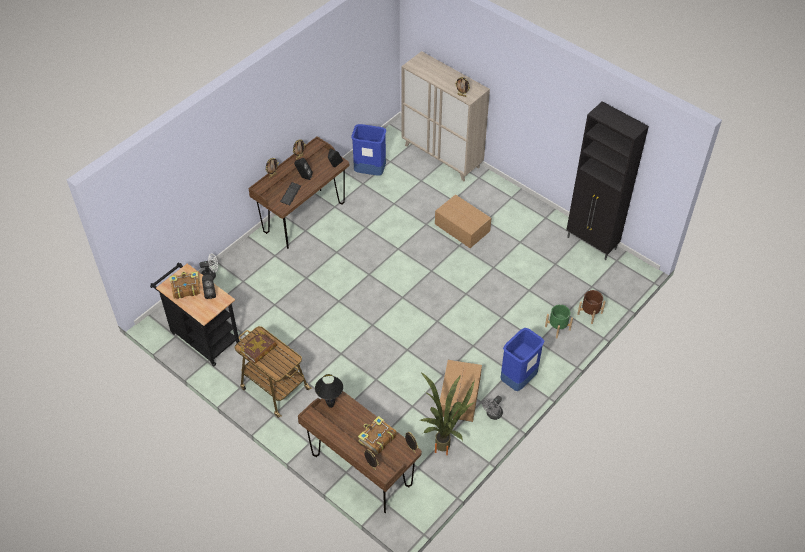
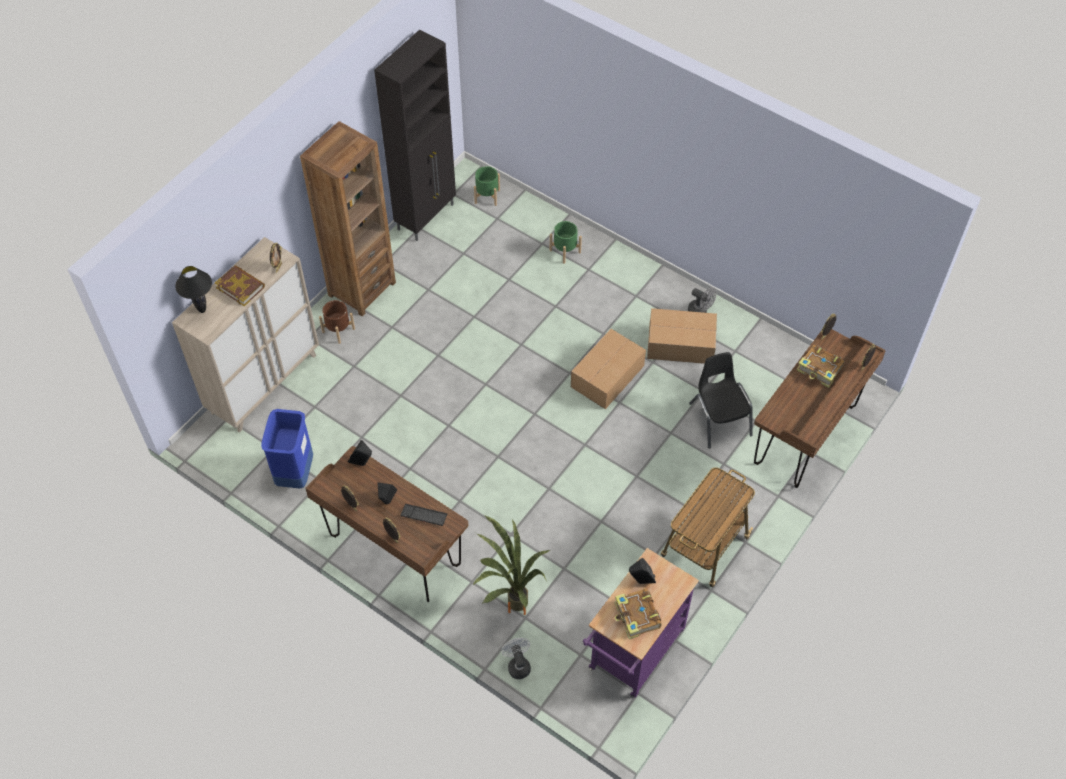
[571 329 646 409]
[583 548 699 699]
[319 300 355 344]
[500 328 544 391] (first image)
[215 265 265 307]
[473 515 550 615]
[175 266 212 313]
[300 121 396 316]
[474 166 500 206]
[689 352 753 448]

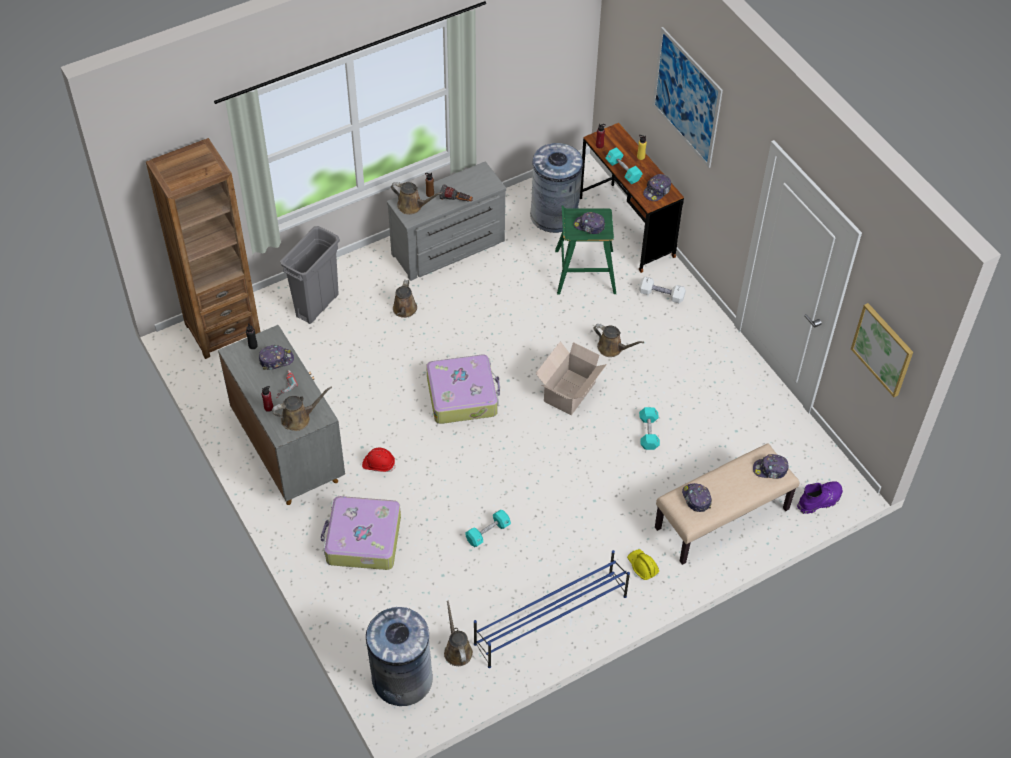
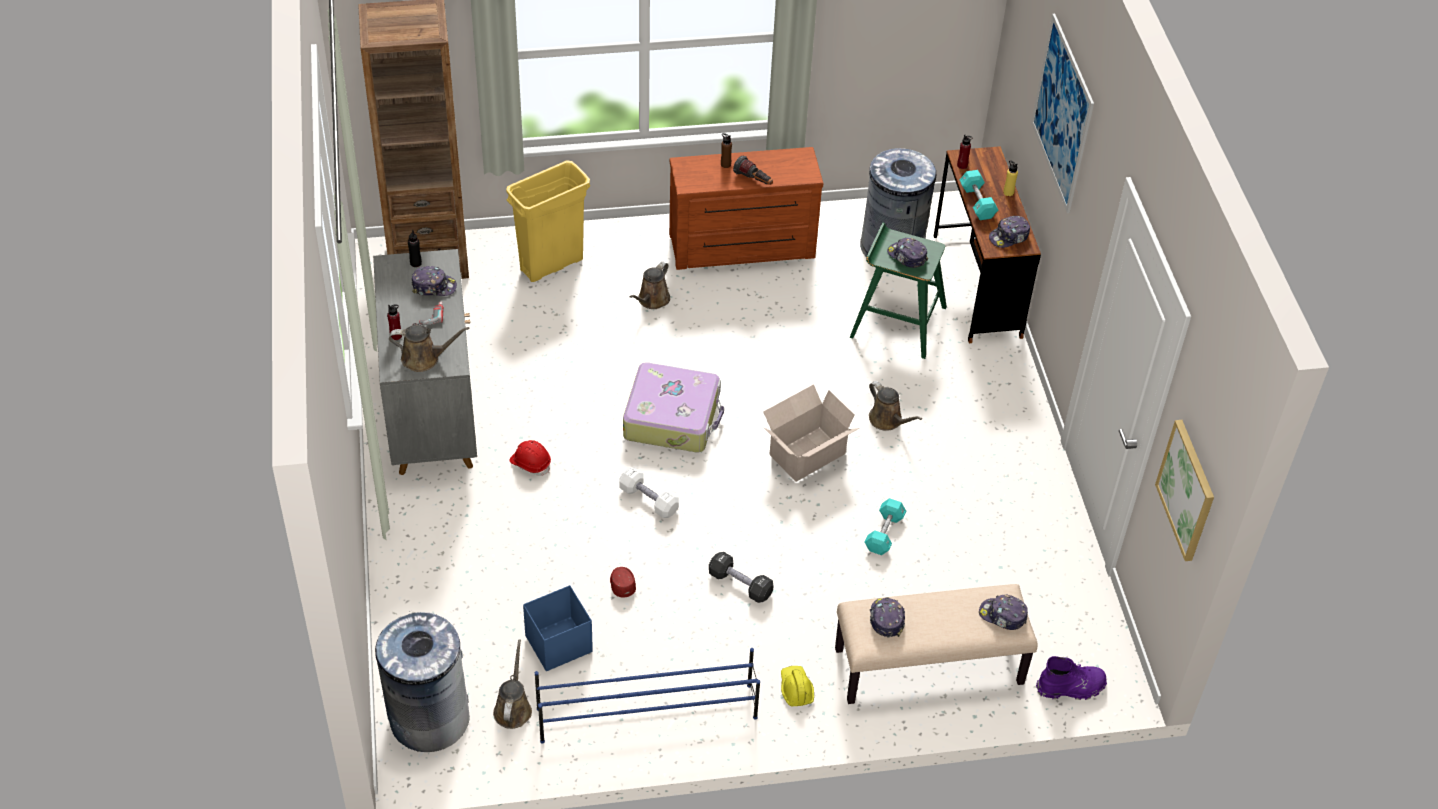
[669 147 823 270]
[391 182 442 215] (first image)
[506 160 590 282]
[620 467 679 518]
[320 496 401 570] (first image)
[610 567 636 598]
[709 552 773 603]
[523 585 593 671]

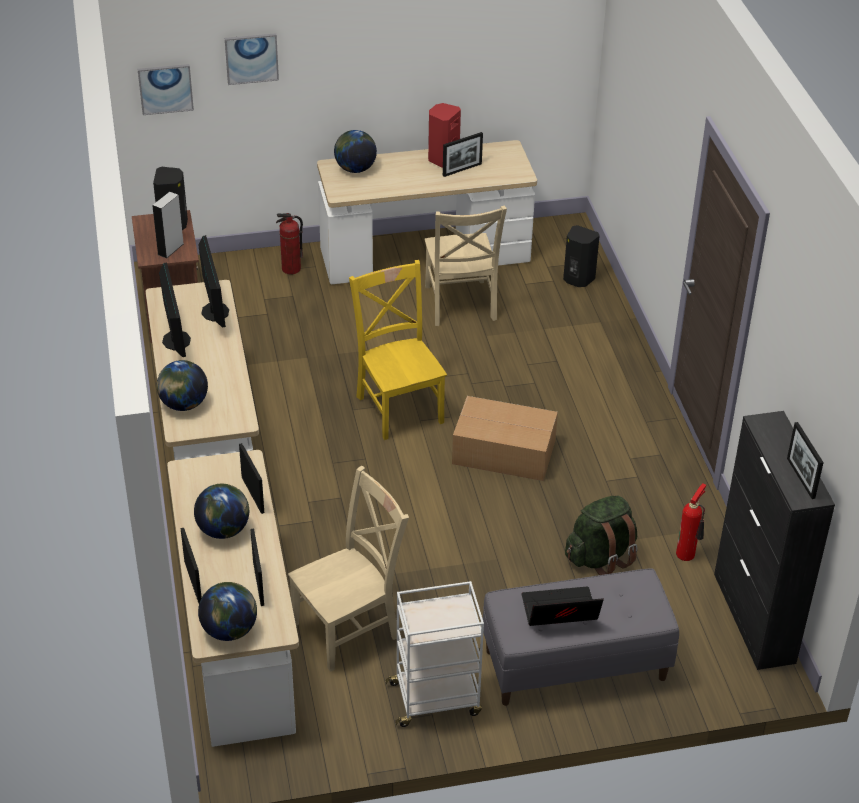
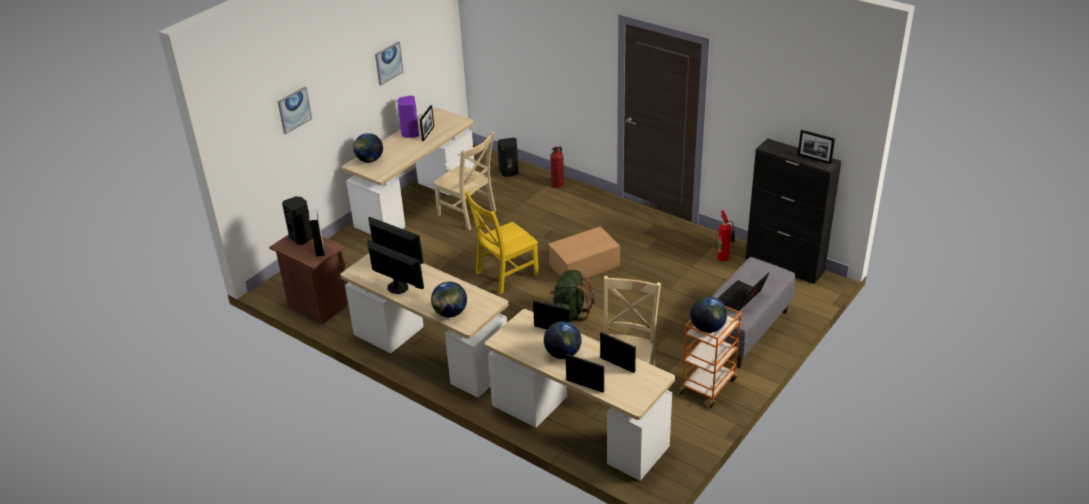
[375 42 403 85]
[397 95 419 138]
[550 146 564 188]
[464 191 539 295]
[550 270 595 321]
[677 306 742 408]
[690 296 727 333]

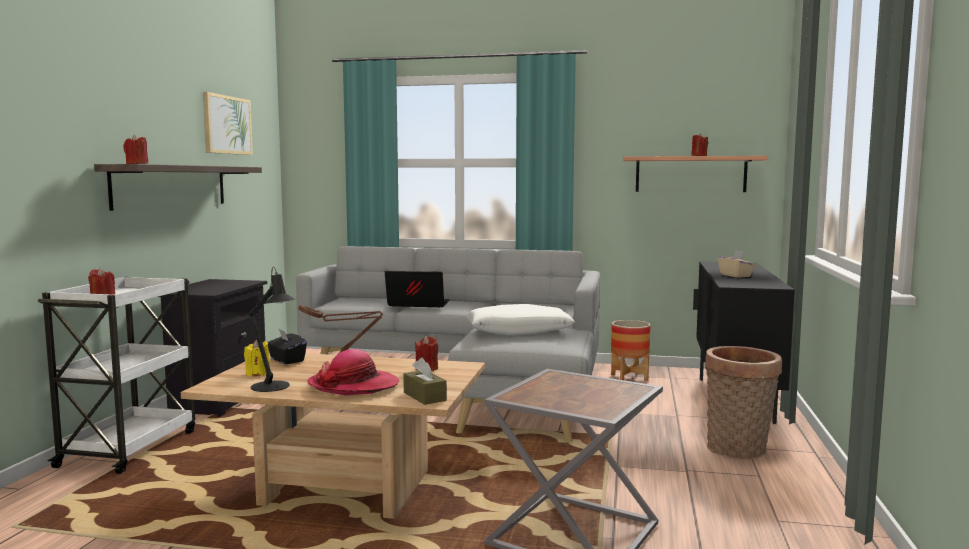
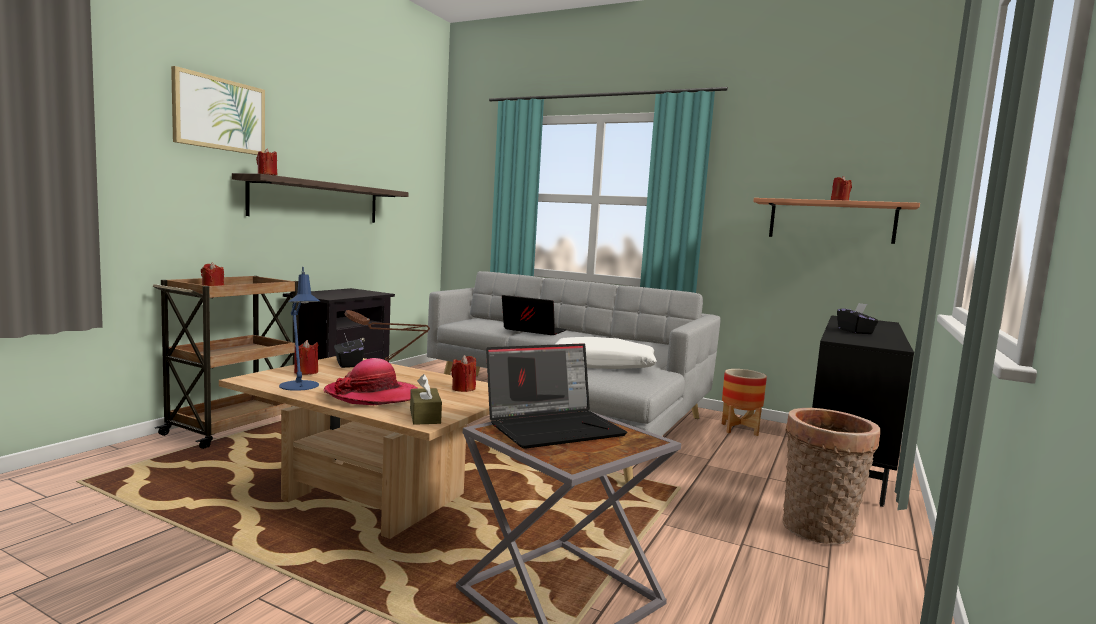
[171 66 265 155]
[837 303 879 334]
[279 267 320 391]
[153 276 299 449]
[294 340 318 375]
[486 343 627 449]

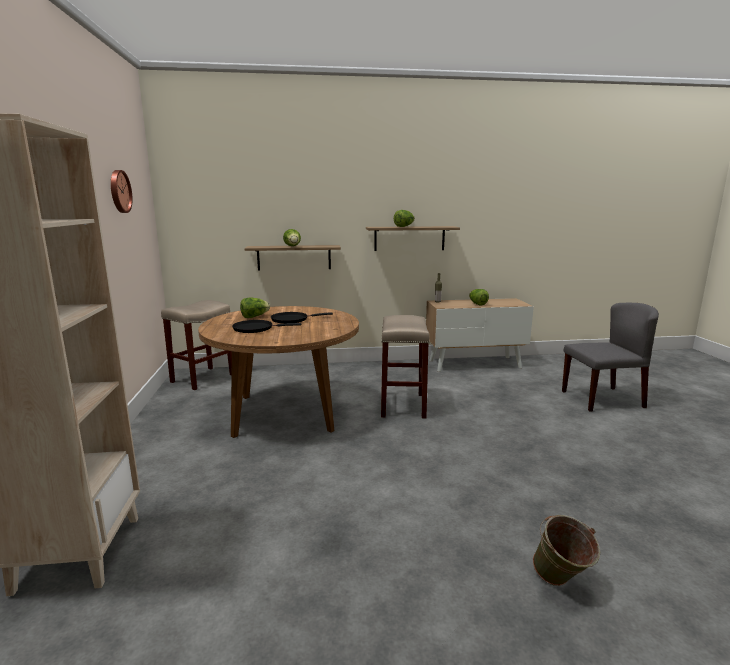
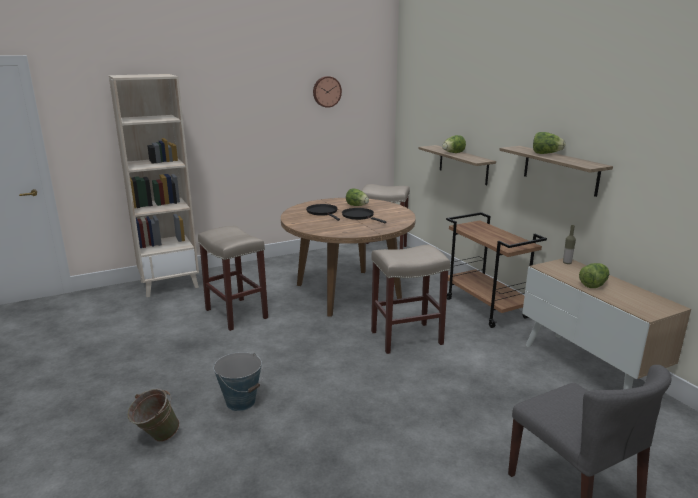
[446 212 547 328]
[198 226 268 331]
[213 352 263 411]

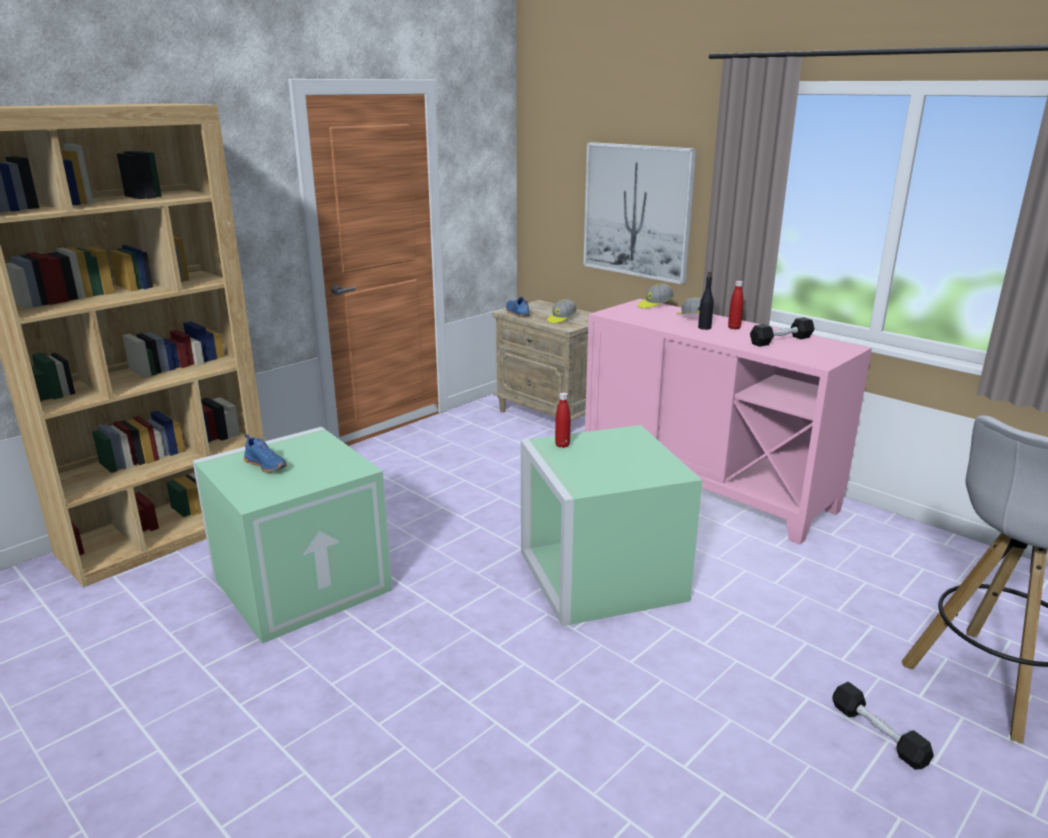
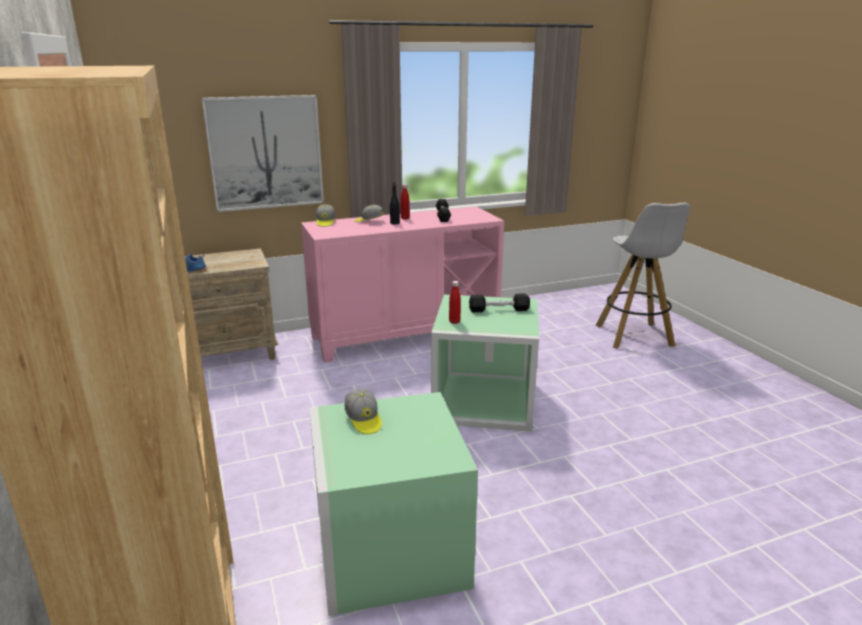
[345 389 382 434]
[244 434 287 473] (first image)
[469 293 530 312]

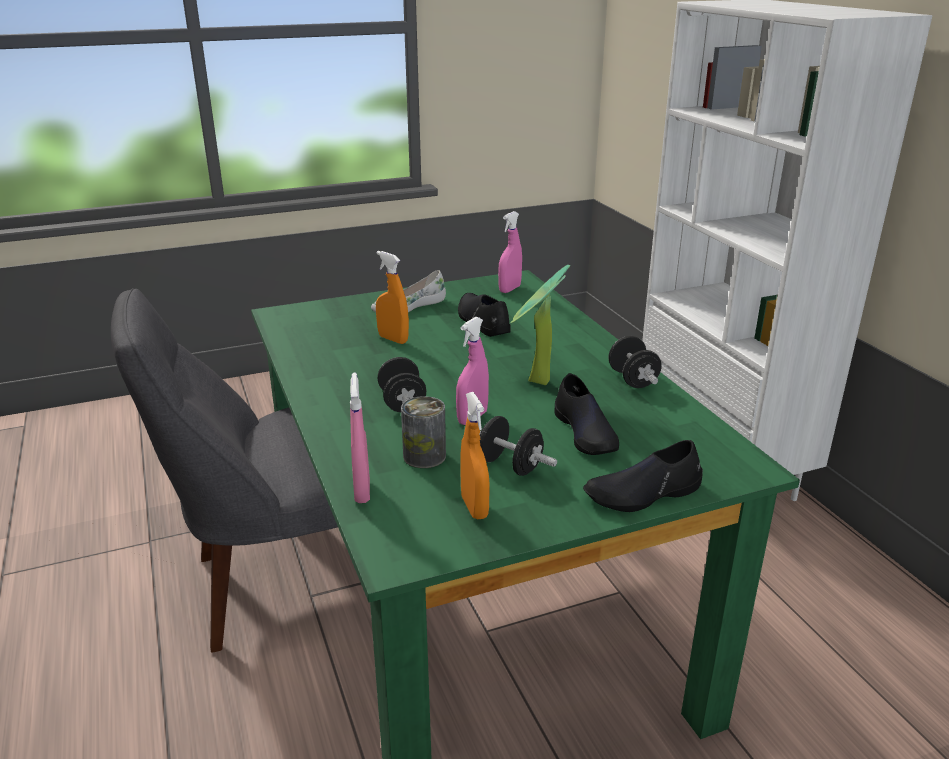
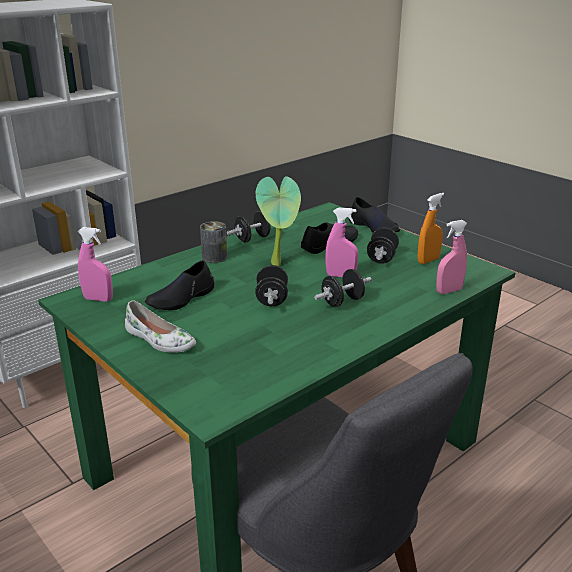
[376 251 409 344] (first image)
[200 221 227 263]
[255 265 288 306]

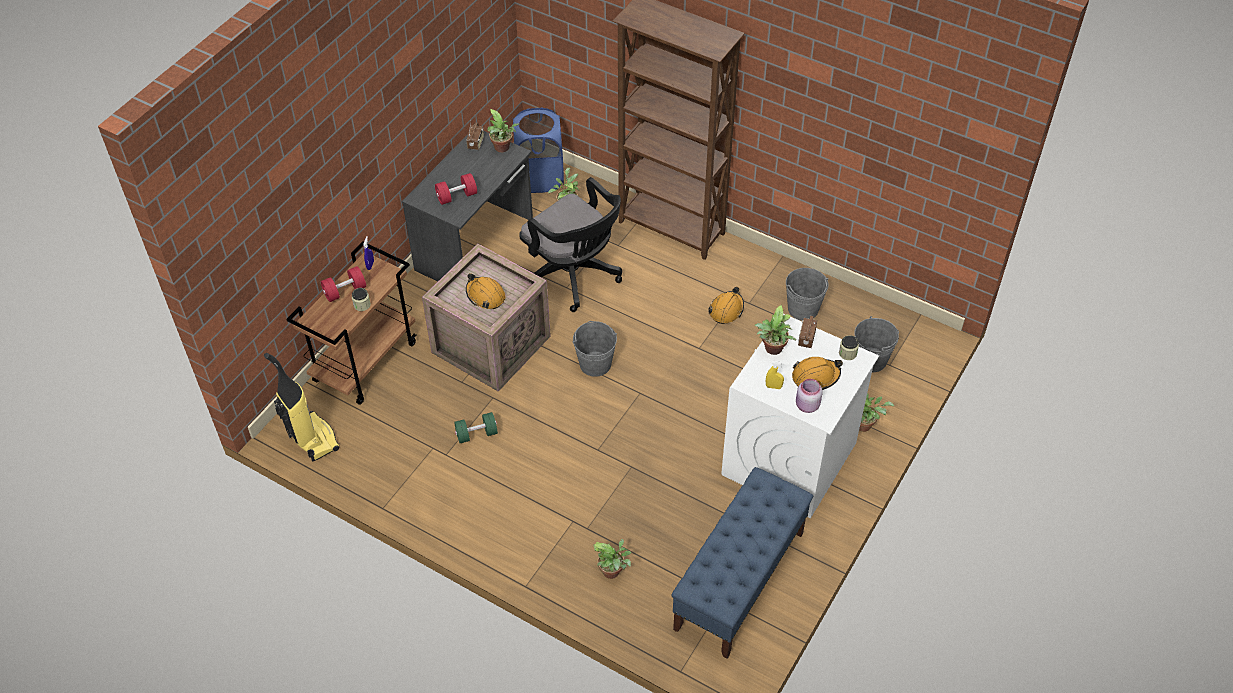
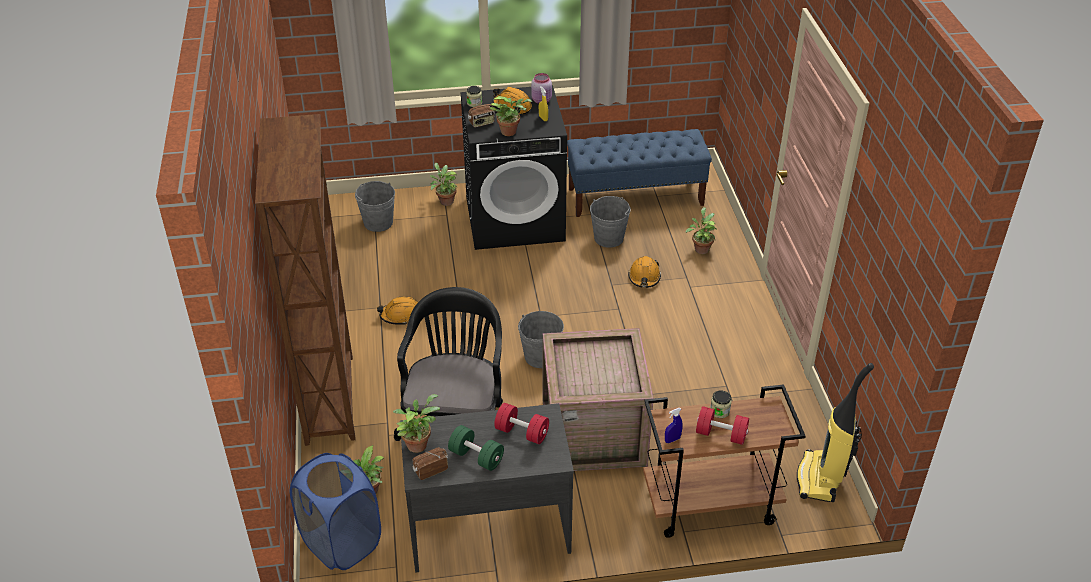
[590 196 631 248]
[628 256 661 288]
[460 85 567 250]
[448 425 504 471]

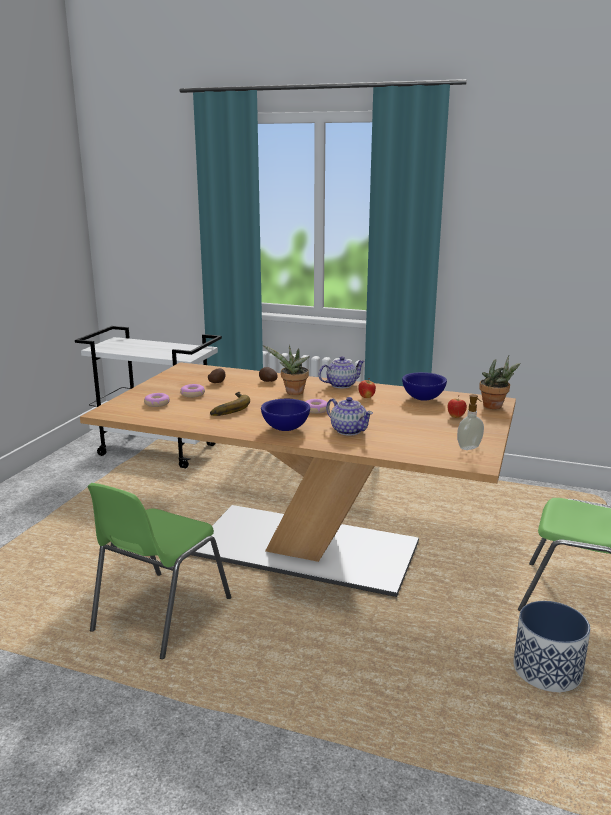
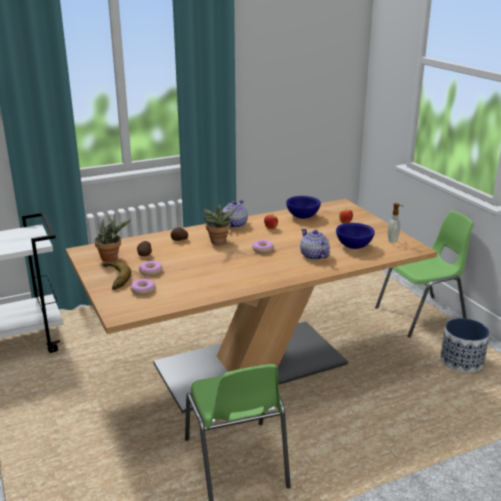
[94 213 131 262]
[102 262 131 290]
[300 228 330 260]
[336 223 375 249]

